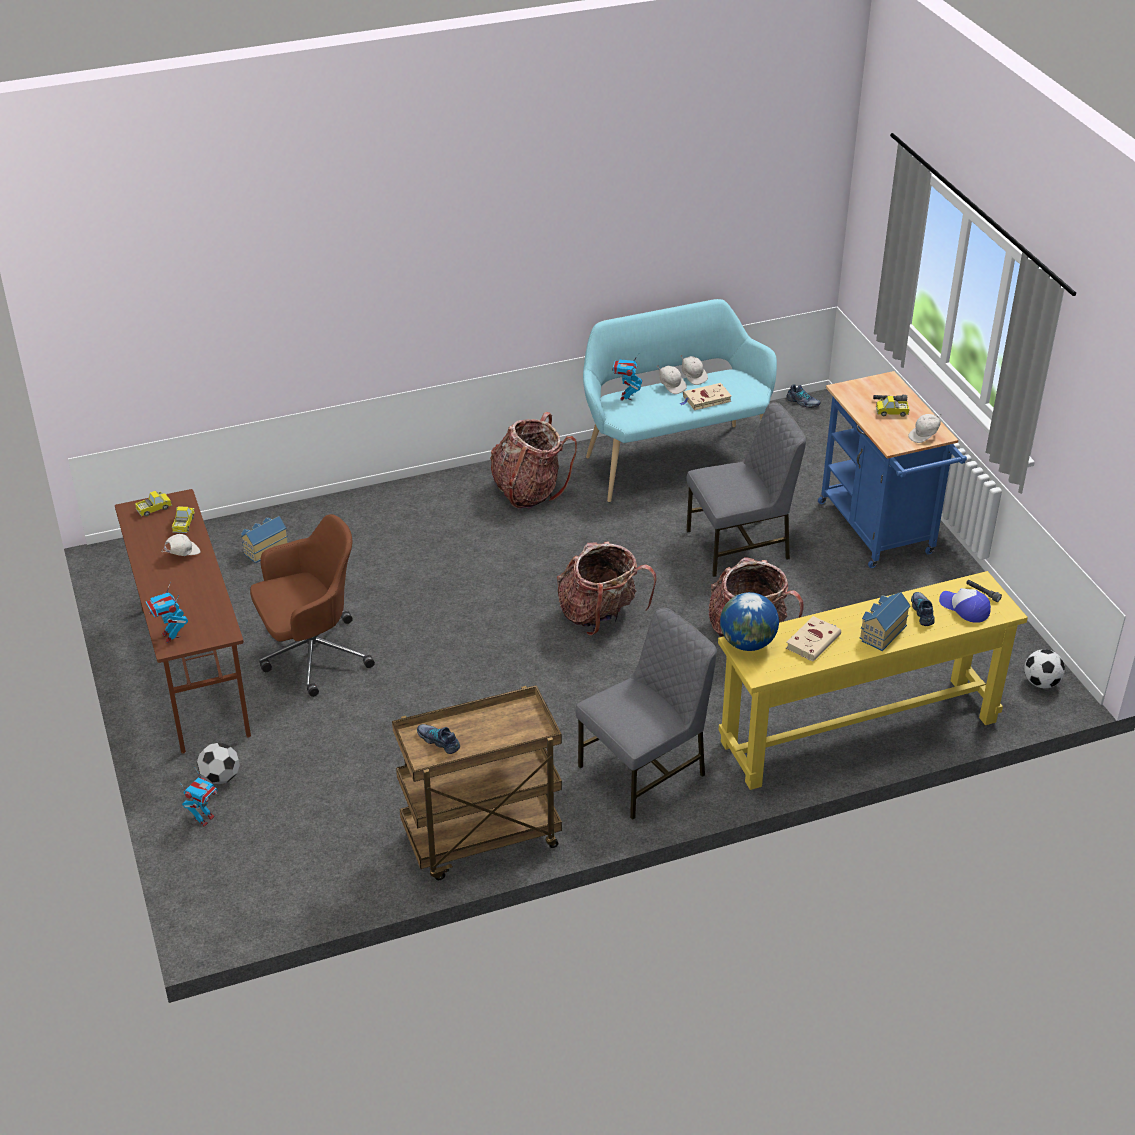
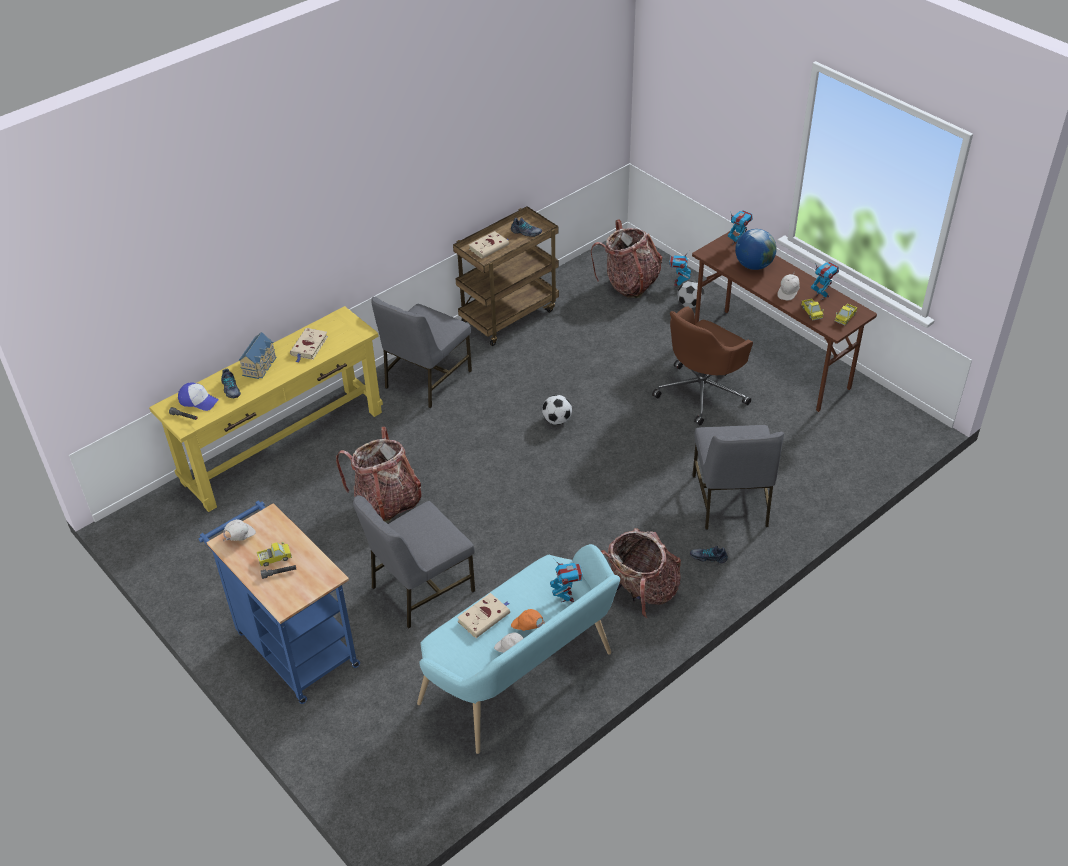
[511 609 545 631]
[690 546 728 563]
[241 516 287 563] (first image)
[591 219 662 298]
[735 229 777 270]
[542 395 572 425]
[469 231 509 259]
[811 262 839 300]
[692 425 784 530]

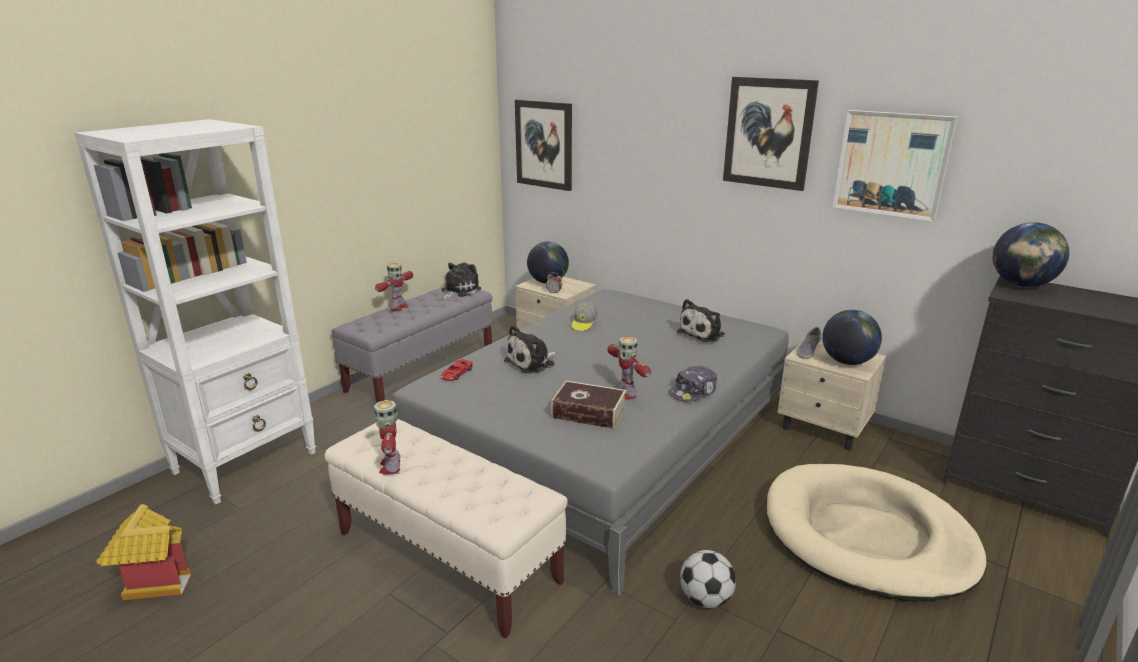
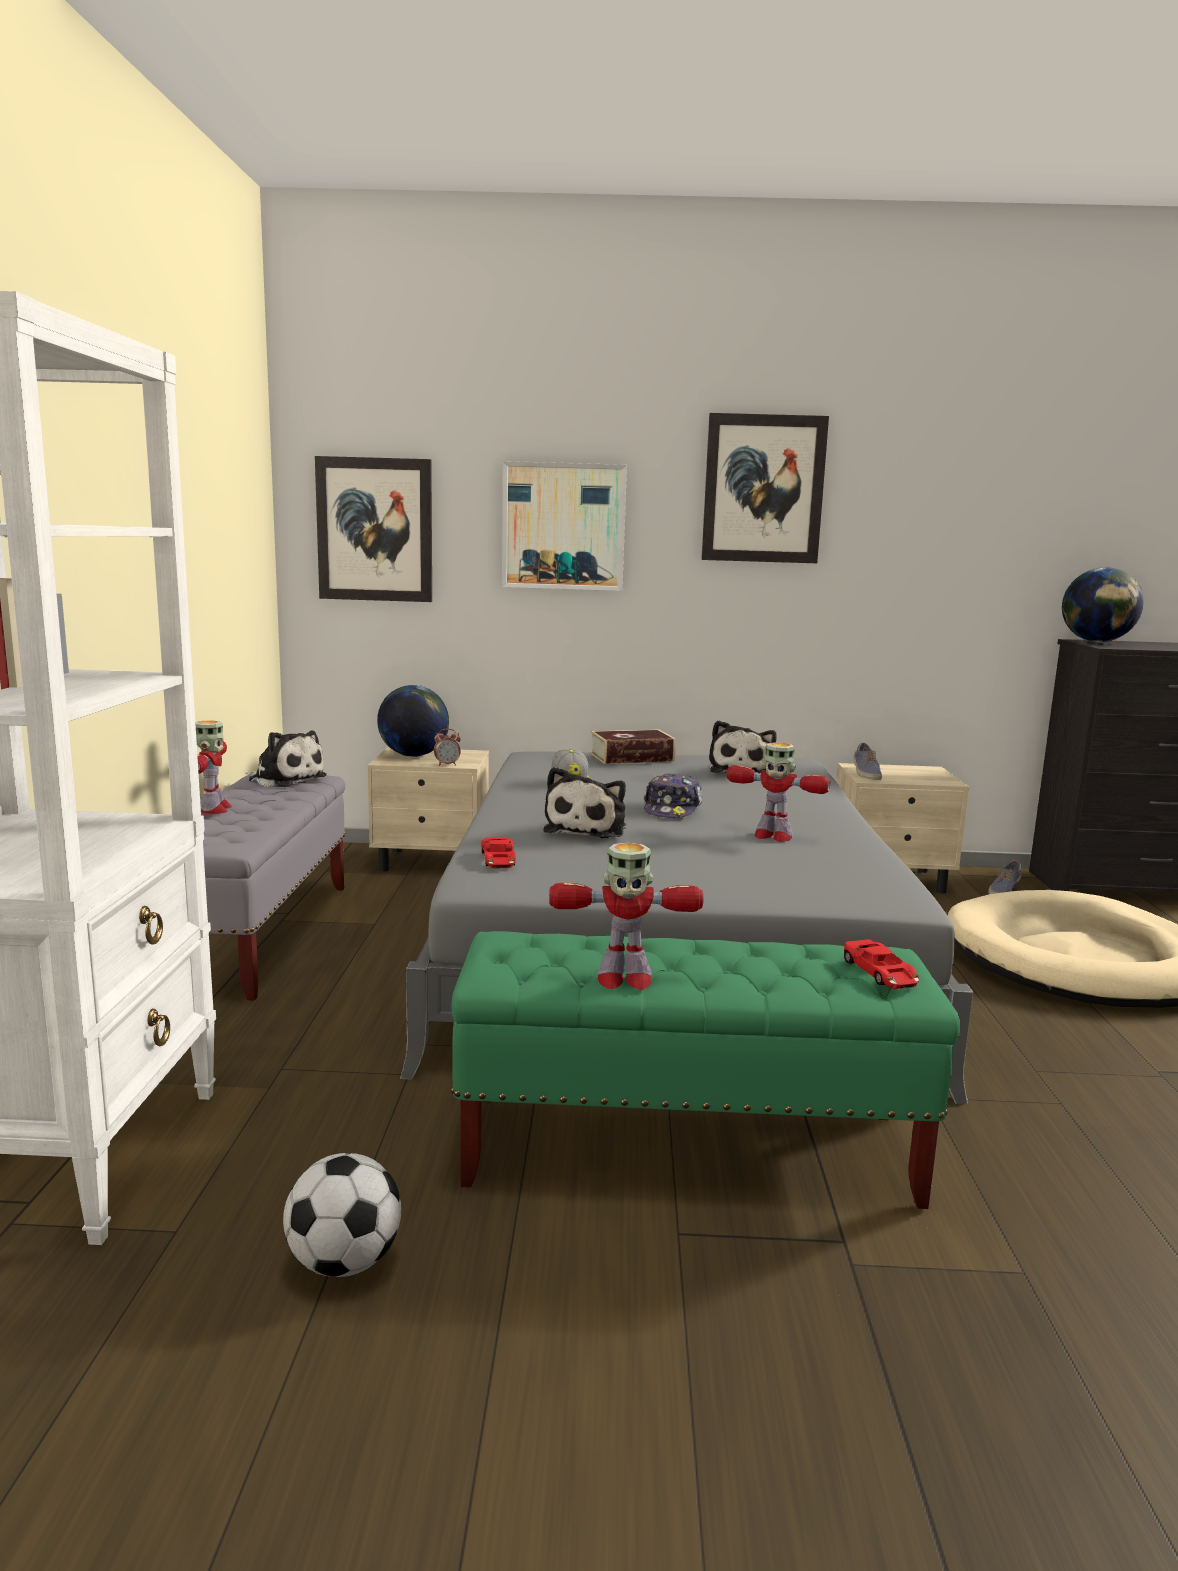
[502 461 627 591]
[245 731 327 787]
[822 310 882 365] (first image)
[644 773 702 818]
[590 730 676 764]
[549 842 703 990]
[451 931 960 1209]
[96 504 191 600] (first image)
[283 1153 401 1277]
[988 860 1021 894]
[844 939 919 989]

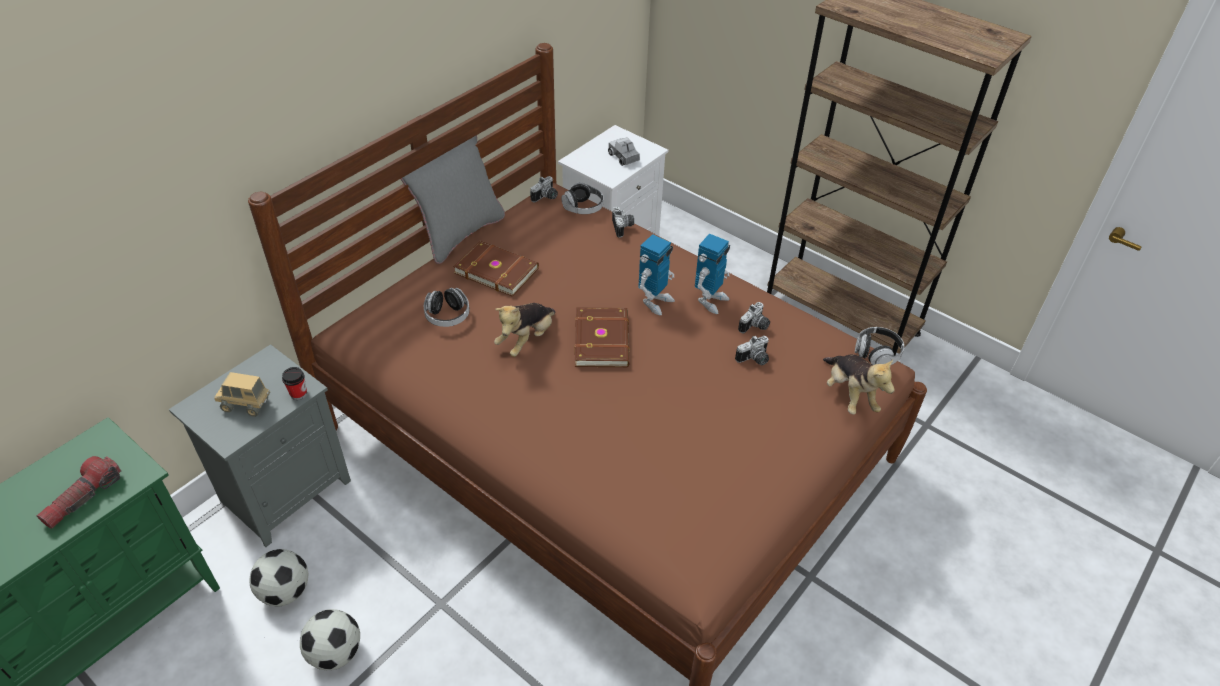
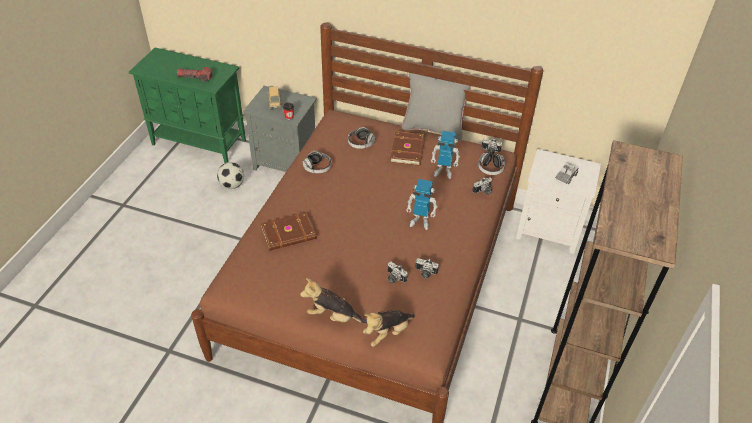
[431 131 460 179]
[300 278 367 323]
[261 212 317 251]
[302 151 331 174]
[300 609 360 670] (first image)

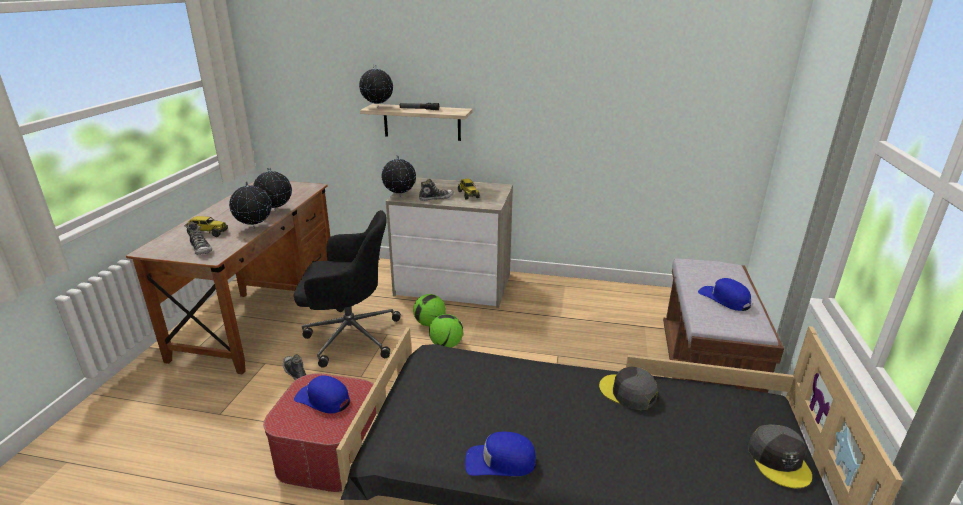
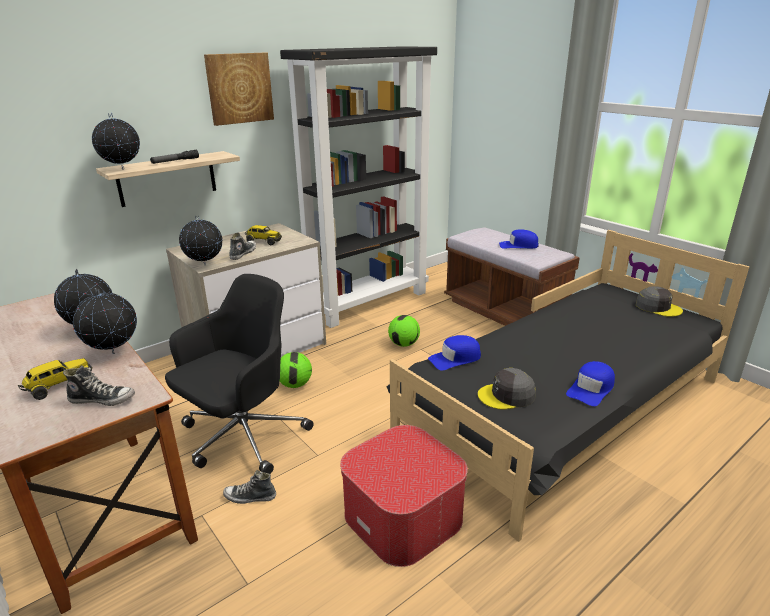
[388 315 420 347]
[478 368 536 410]
[428 335 481 371]
[280 46 437 328]
[204 53 274 126]

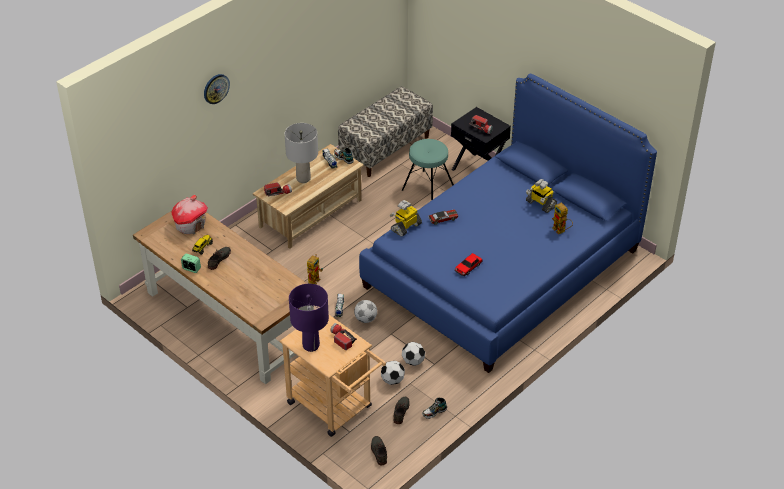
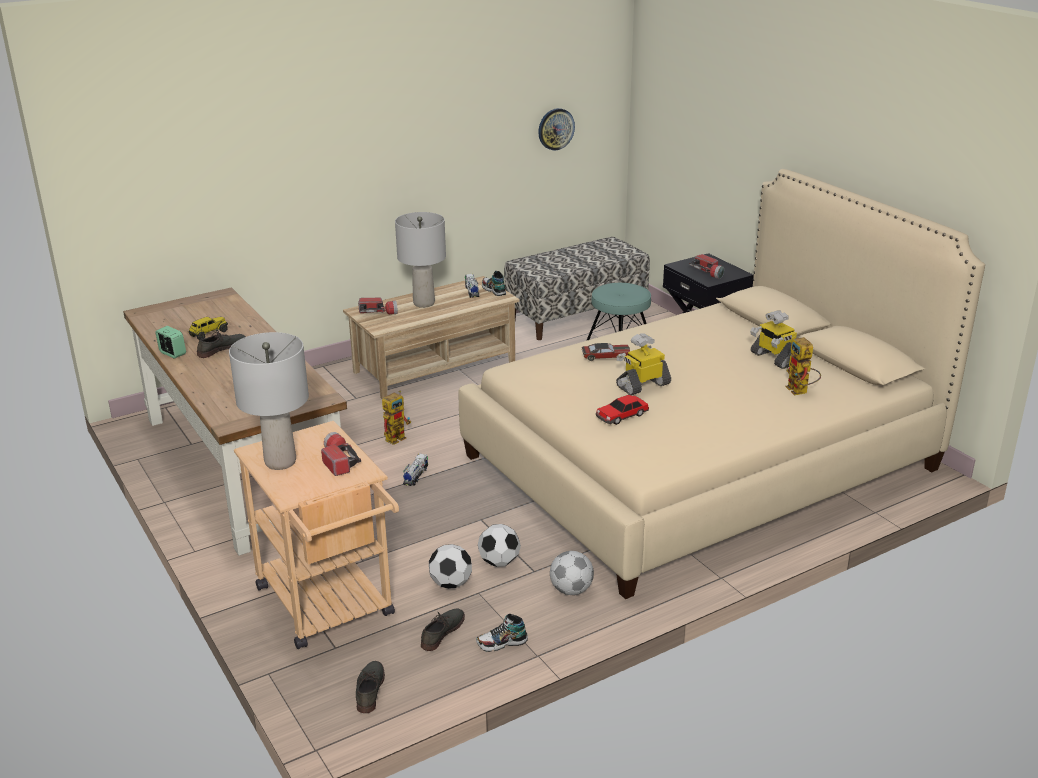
[538 108 575 150]
[458 169 985 599]
[171 195 208 235] (first image)
[616 333 671 395]
[229 332 309 470]
[550 551 594 595]

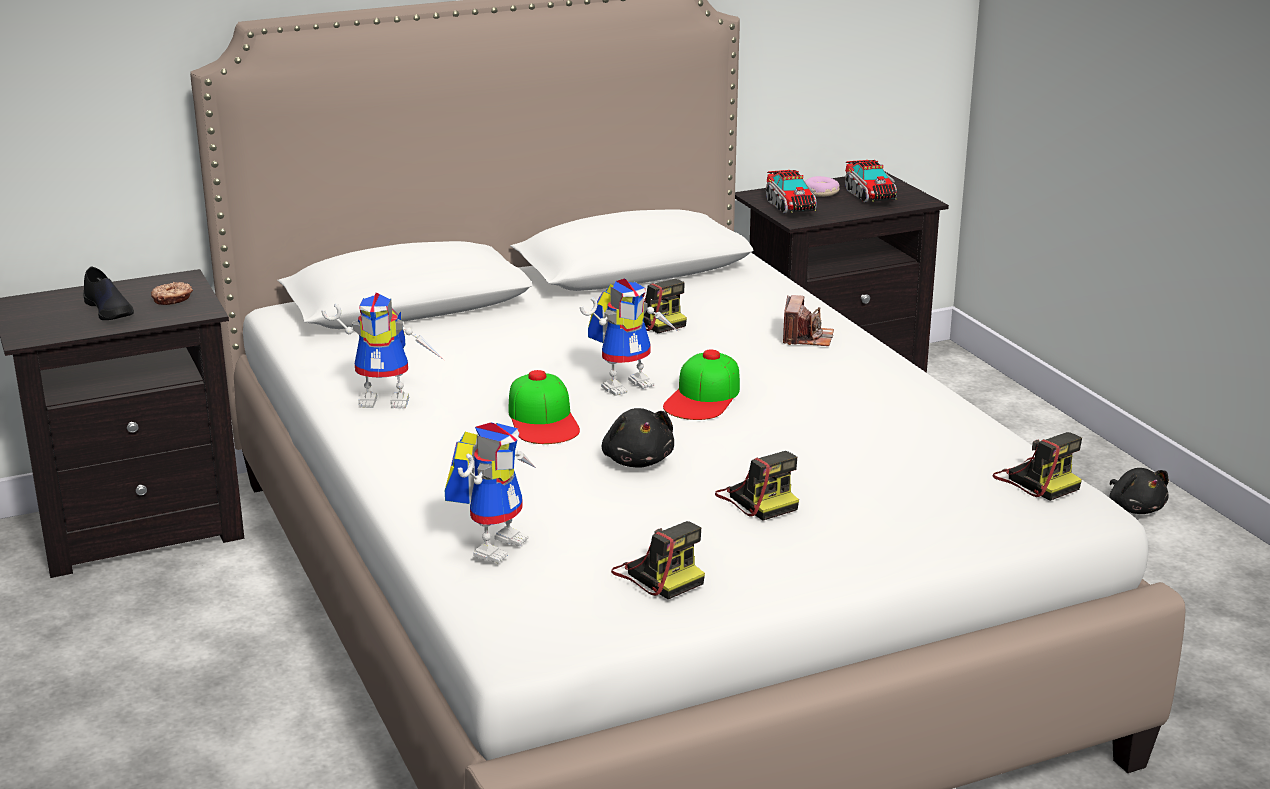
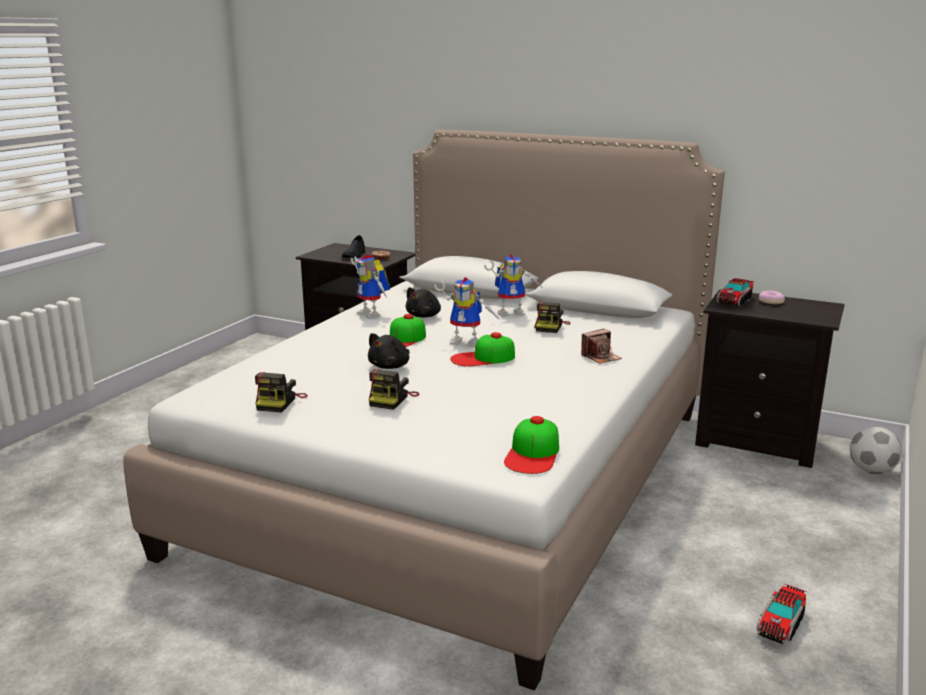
[757 584 807 644]
[484 254 543 317]
[504 416 559 474]
[405 287 441 318]
[850 427 902 474]

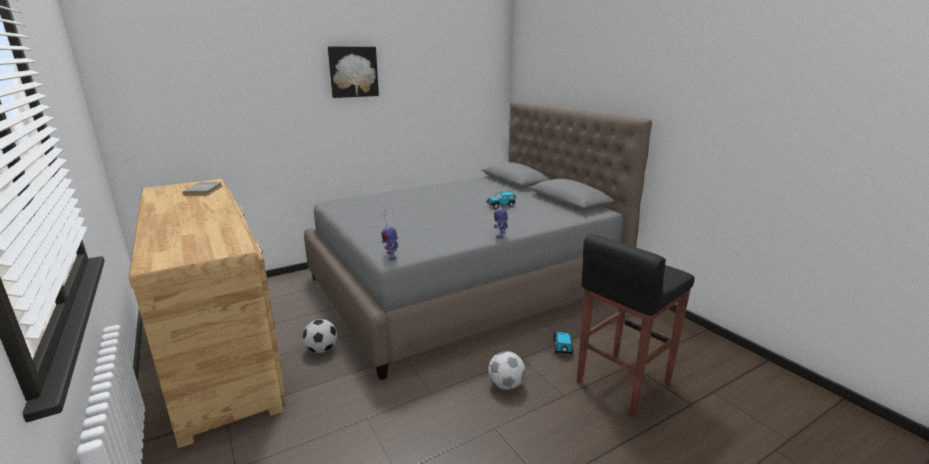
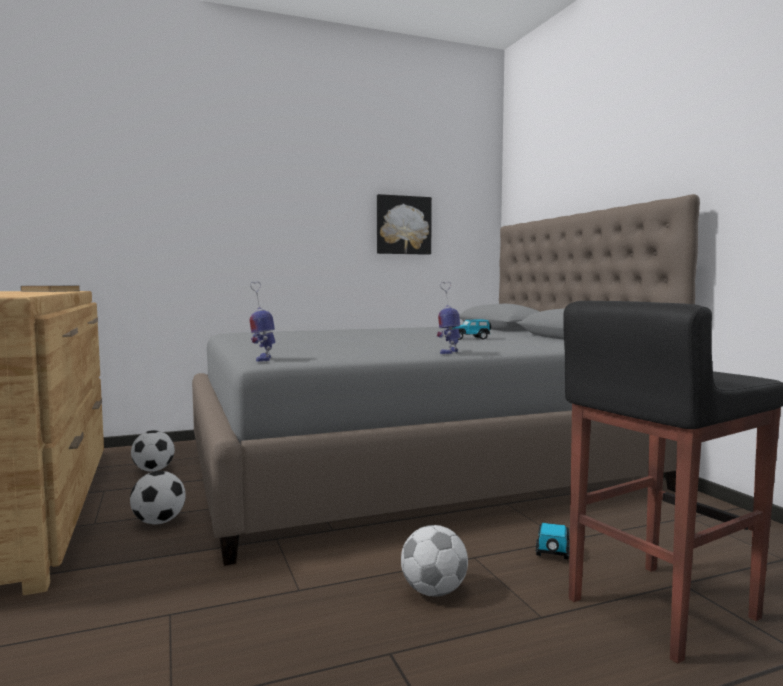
[377 194 432 255]
[131 430 175 472]

